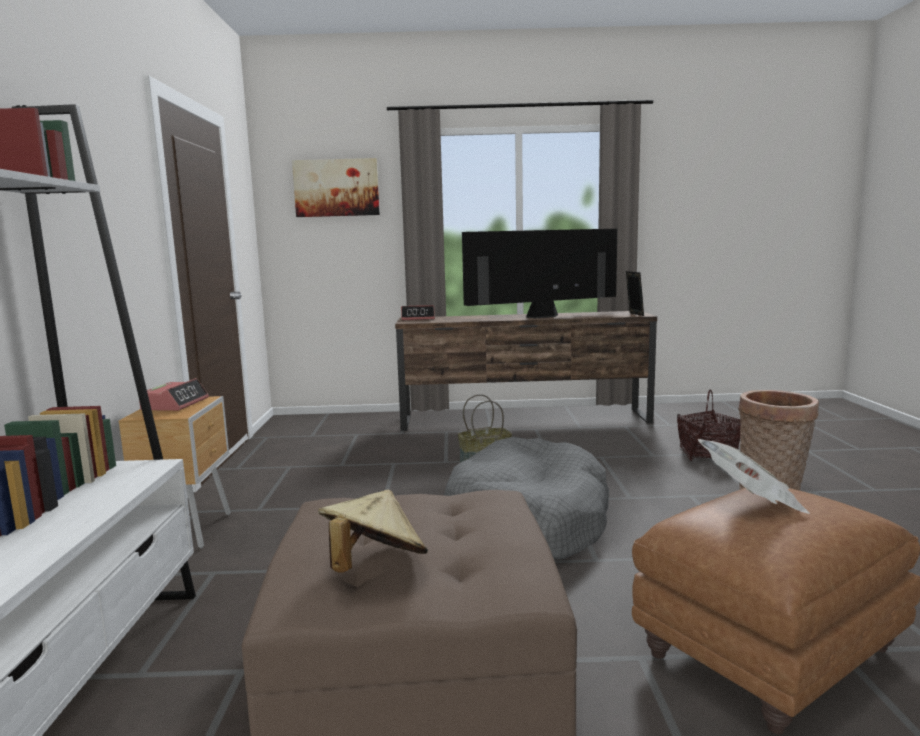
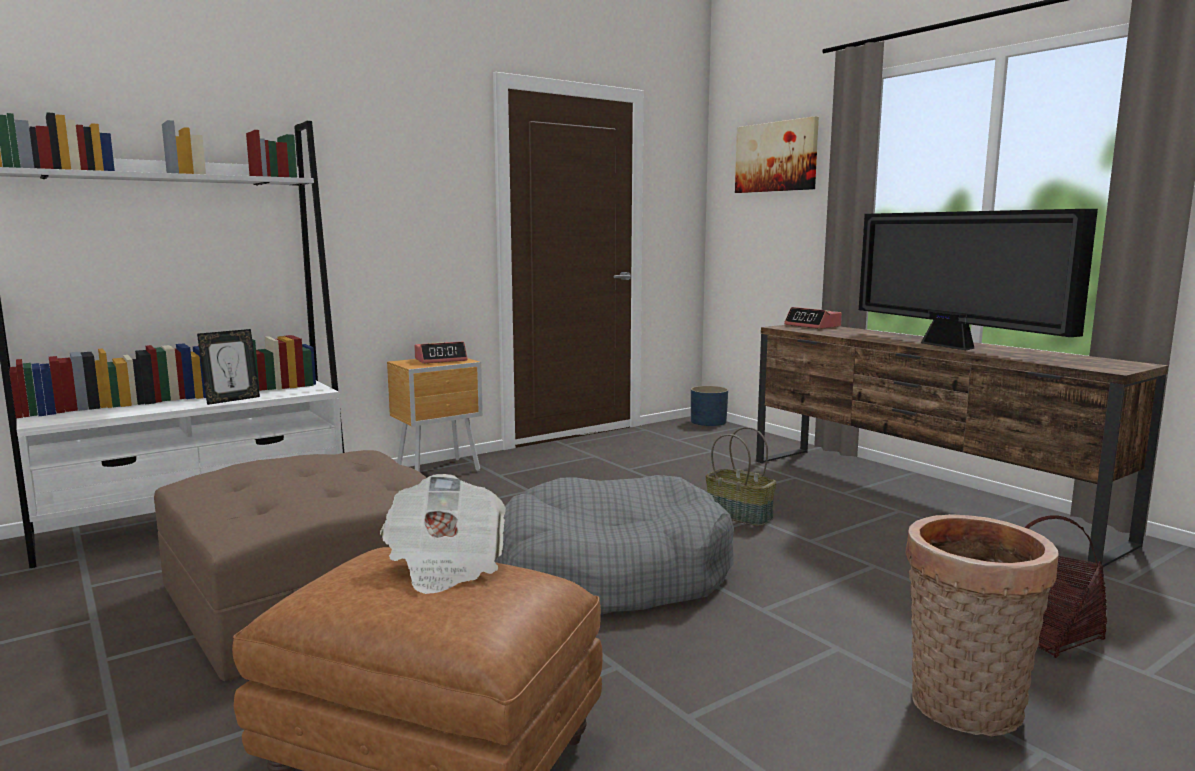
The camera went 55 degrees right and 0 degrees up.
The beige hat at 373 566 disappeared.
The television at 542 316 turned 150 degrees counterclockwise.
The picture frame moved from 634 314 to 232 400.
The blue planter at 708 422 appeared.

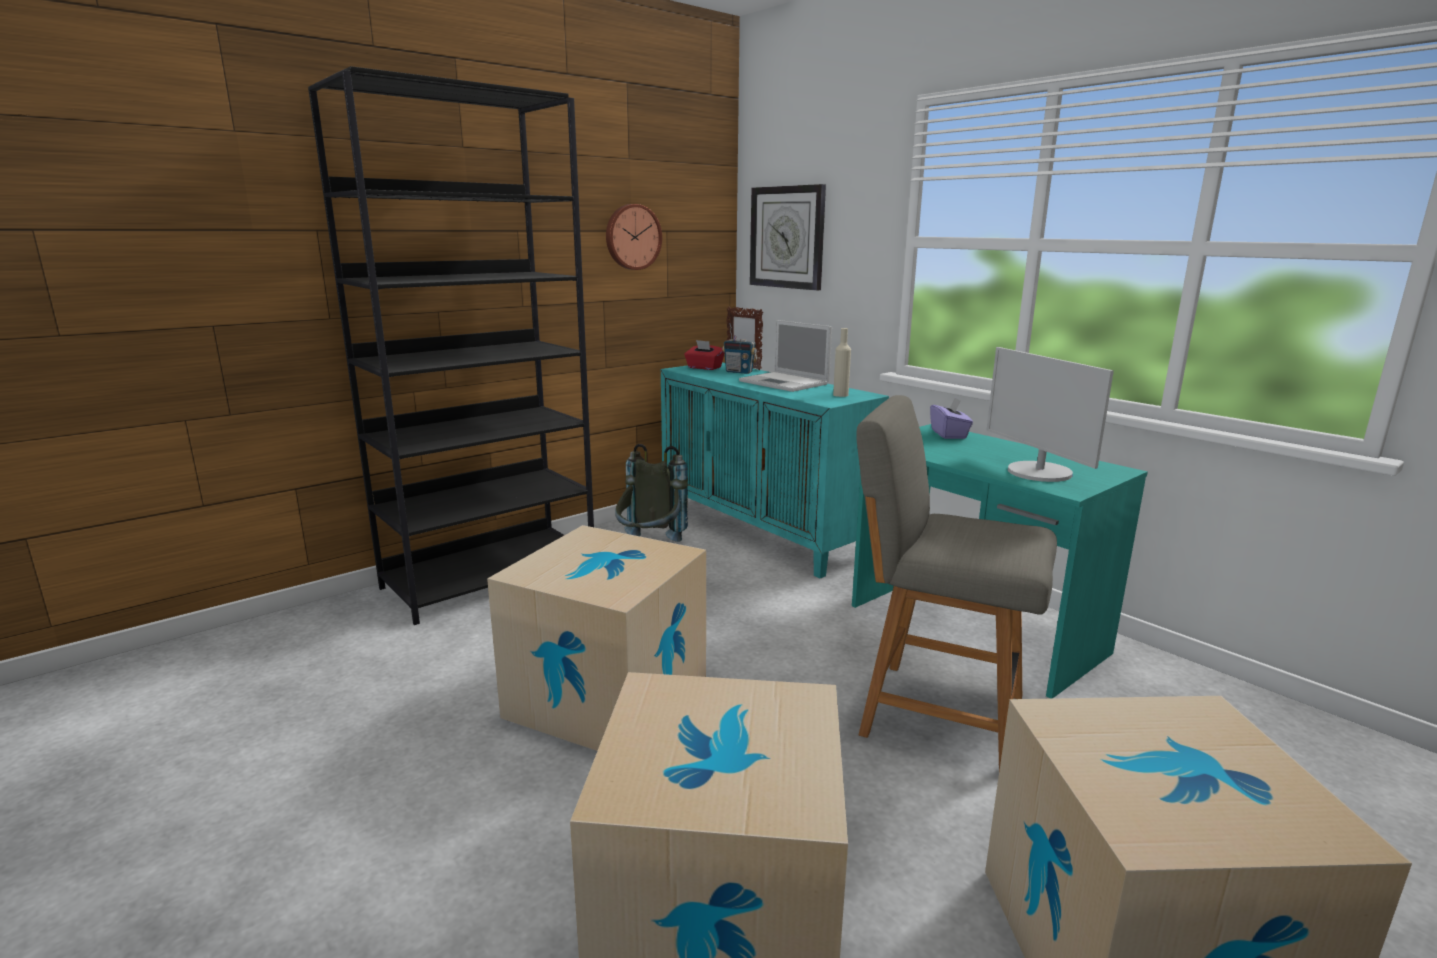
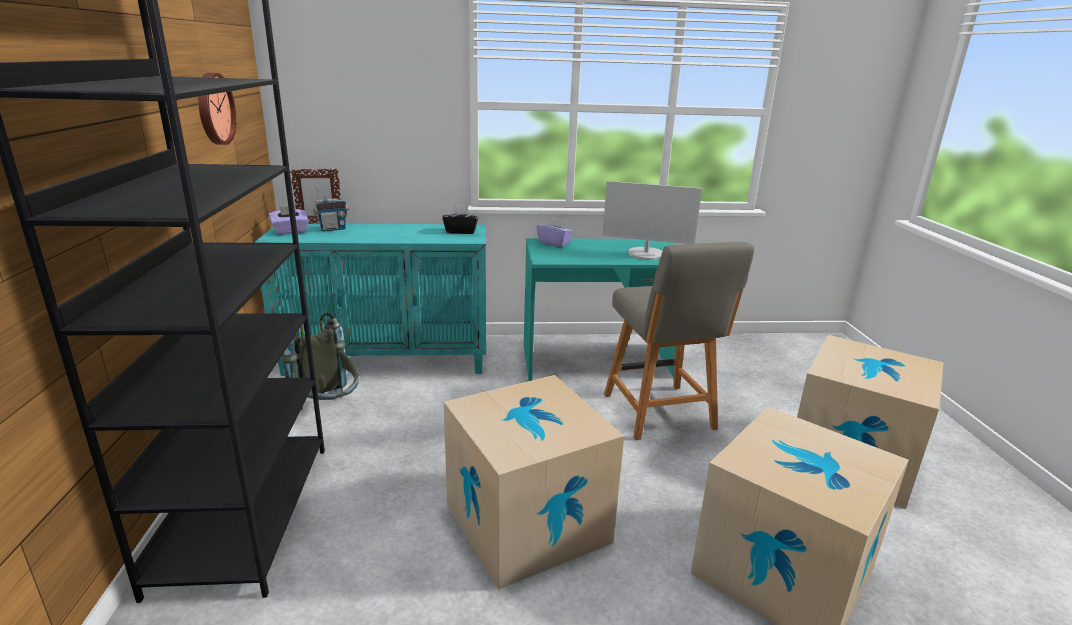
The camera went 55 degrees left and 5 degrees up.
The red tissue box at 704 368 became the purple tissue box at 290 232.
The laptop at 785 383 disappeared.
The wall clock at 787 237 disappeared.
The beige bottle at 840 395 was replaced by the black tissue box at 461 231.
The grey chair at 935 713 turned 75 degrees counterclockwise.

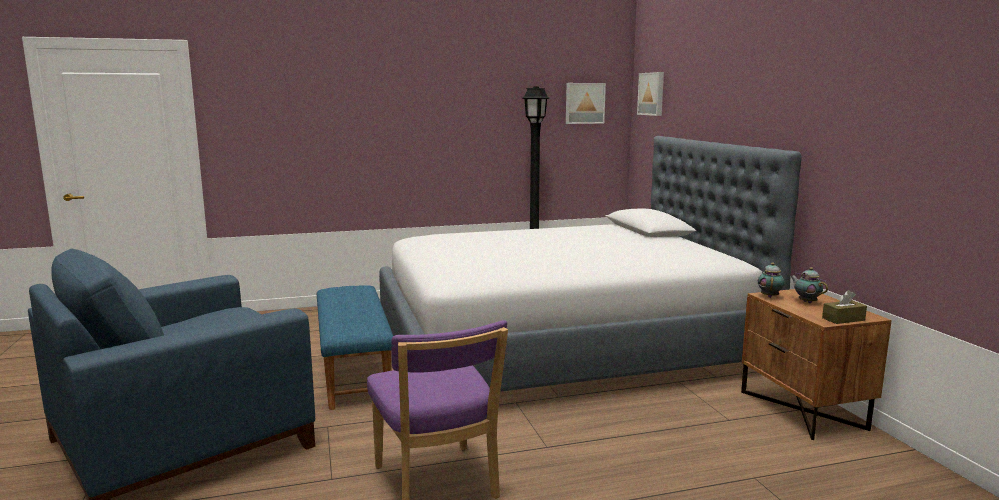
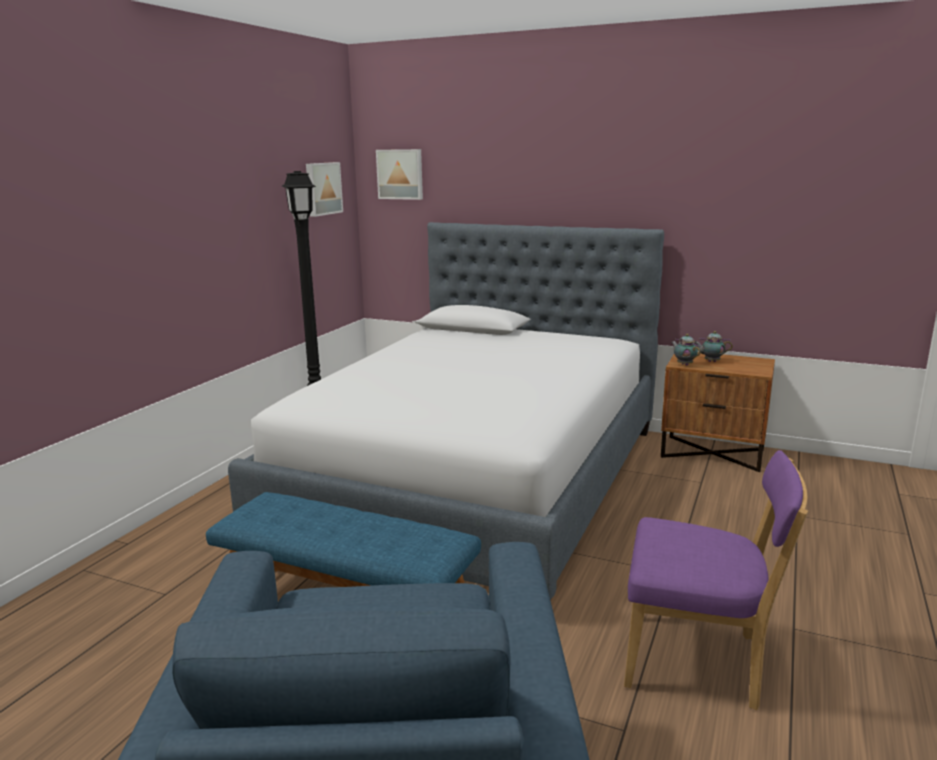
The camera went 50 degrees left and 5 degrees up.
The brown tissue box at 843 319 disappeared.

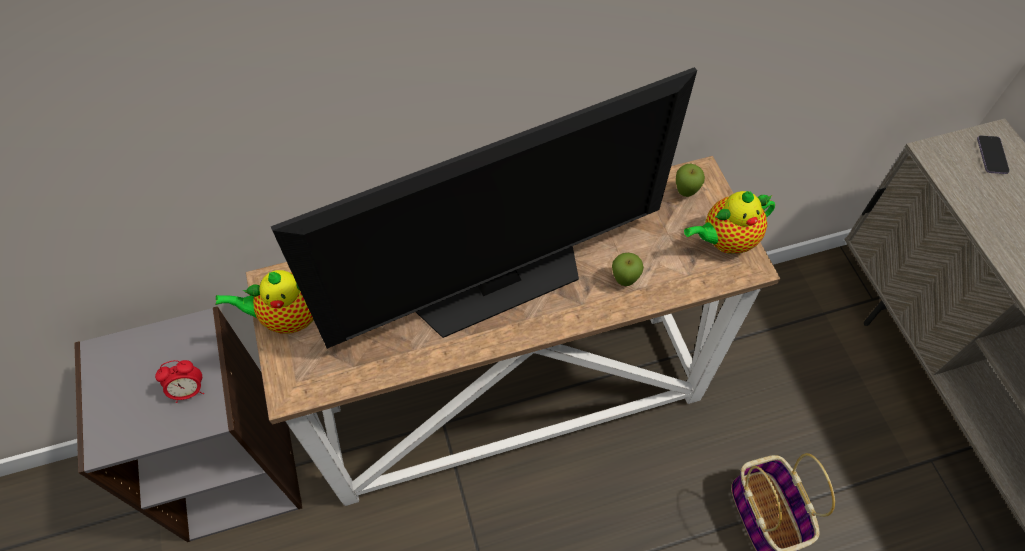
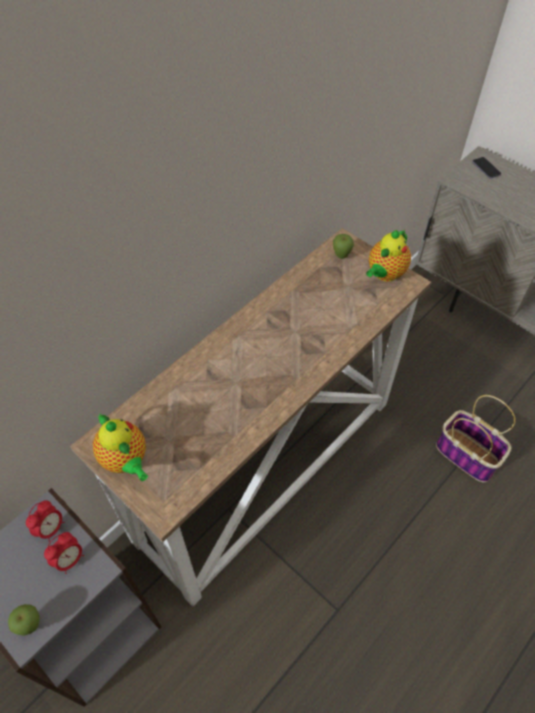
The camera went 30 degrees left and 5 degrees down.
The teapot at 288 317 turned 90 degrees counterclockwise.
The television at 498 282 disappeared.
The apple moved from 624 281 to 31 625.
The alarm clock at 51 528 appeared.

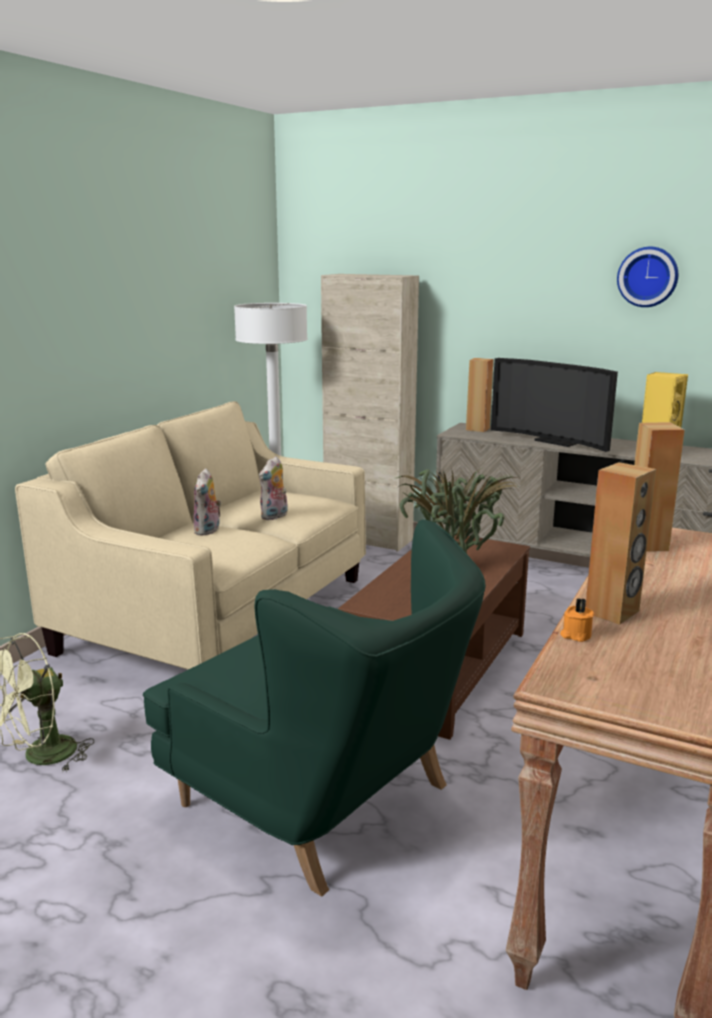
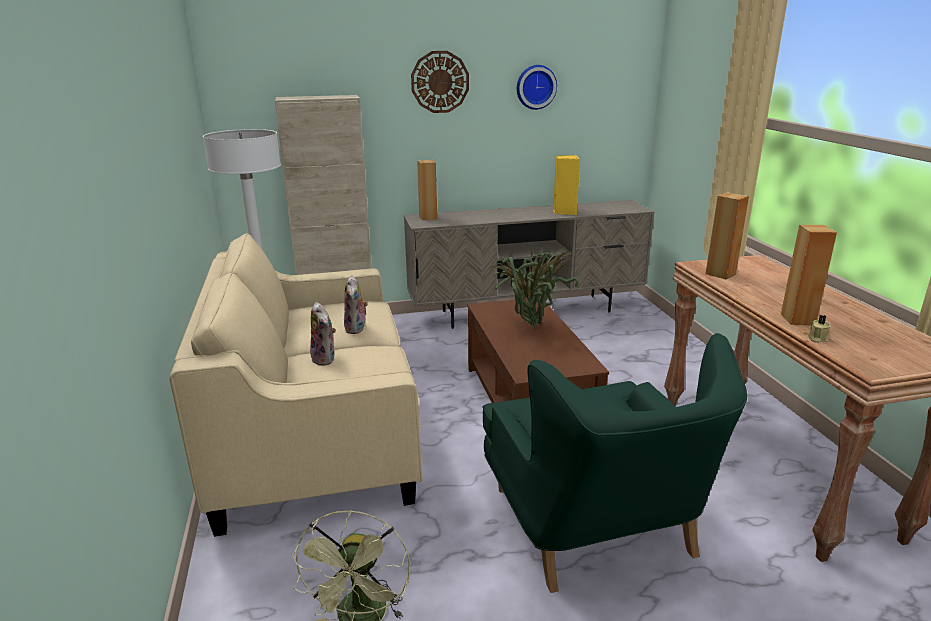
The camera went 40 degrees left and 5 degrees up.
The green armchair at 320 798 turned 75 degrees clockwise.
The television at 556 441 disappeared.
The orange candle at 575 635 became the beige candle at 817 339.
The wall clock at 440 82 appeared.

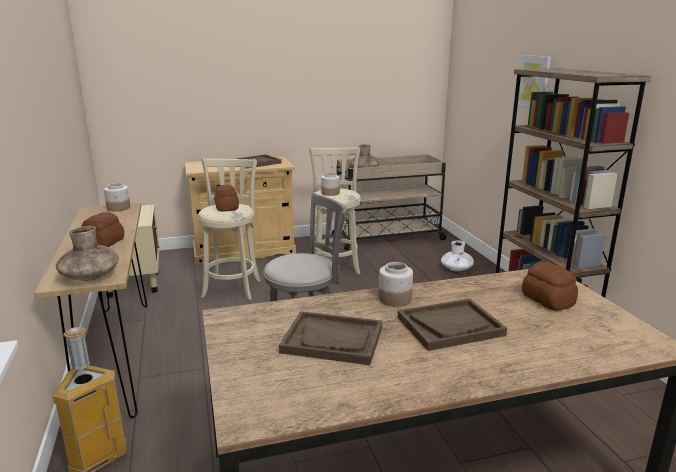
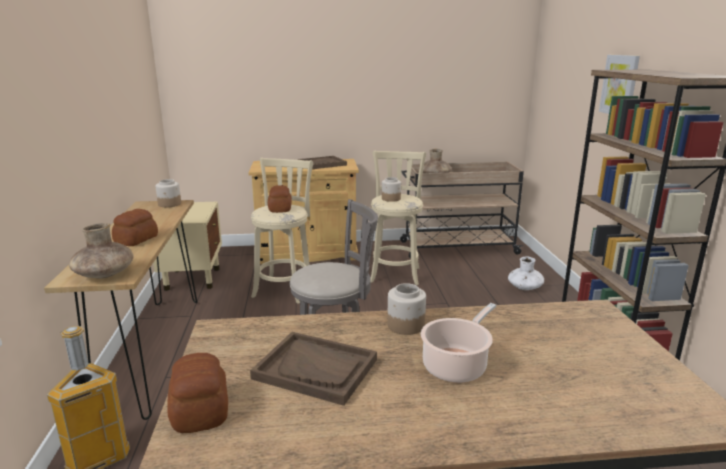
The camera went 10 degrees right and 0 degrees up.
The brown tray at 450 326 was replaced by the cooking pot at 456 365.
The bread moved from 548 300 to 201 409.

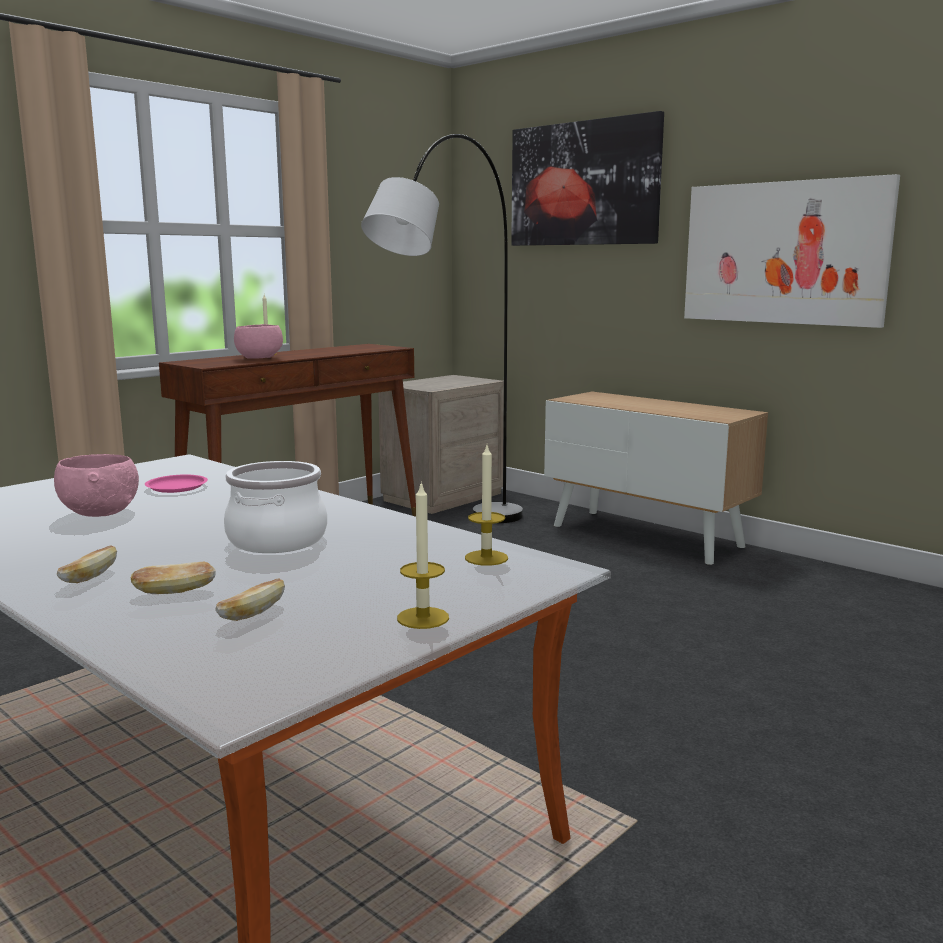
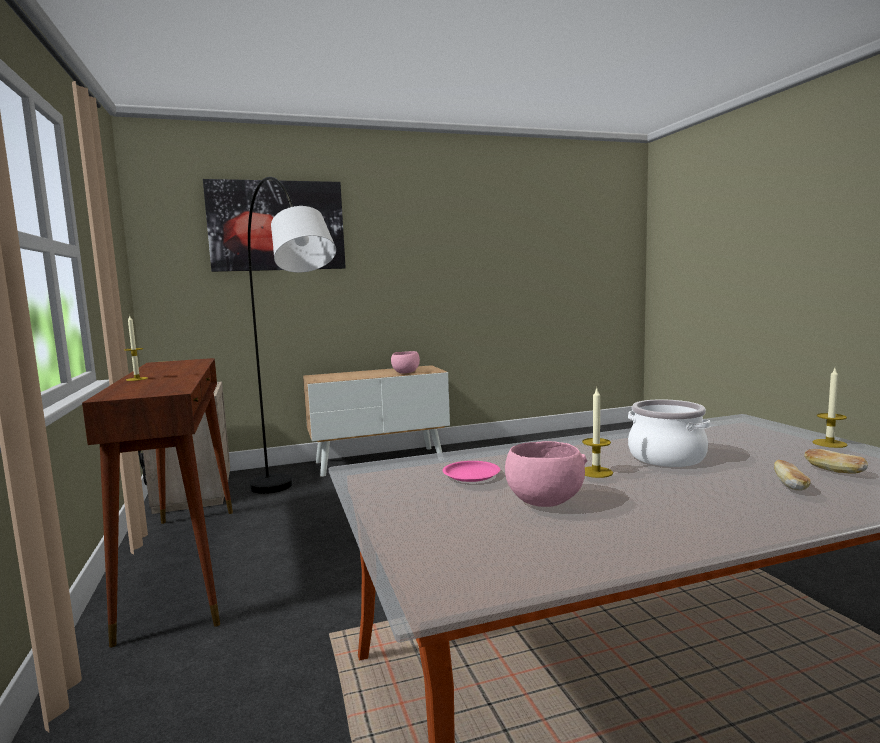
The camera went 60 degrees left and 5 degrees down.
The bread at 89 578 disappeared.
The pink bowl moved from 258 359 to 406 373.
The candle moved from 486 558 to 596 472.
The picture at 784 253 disappeared.

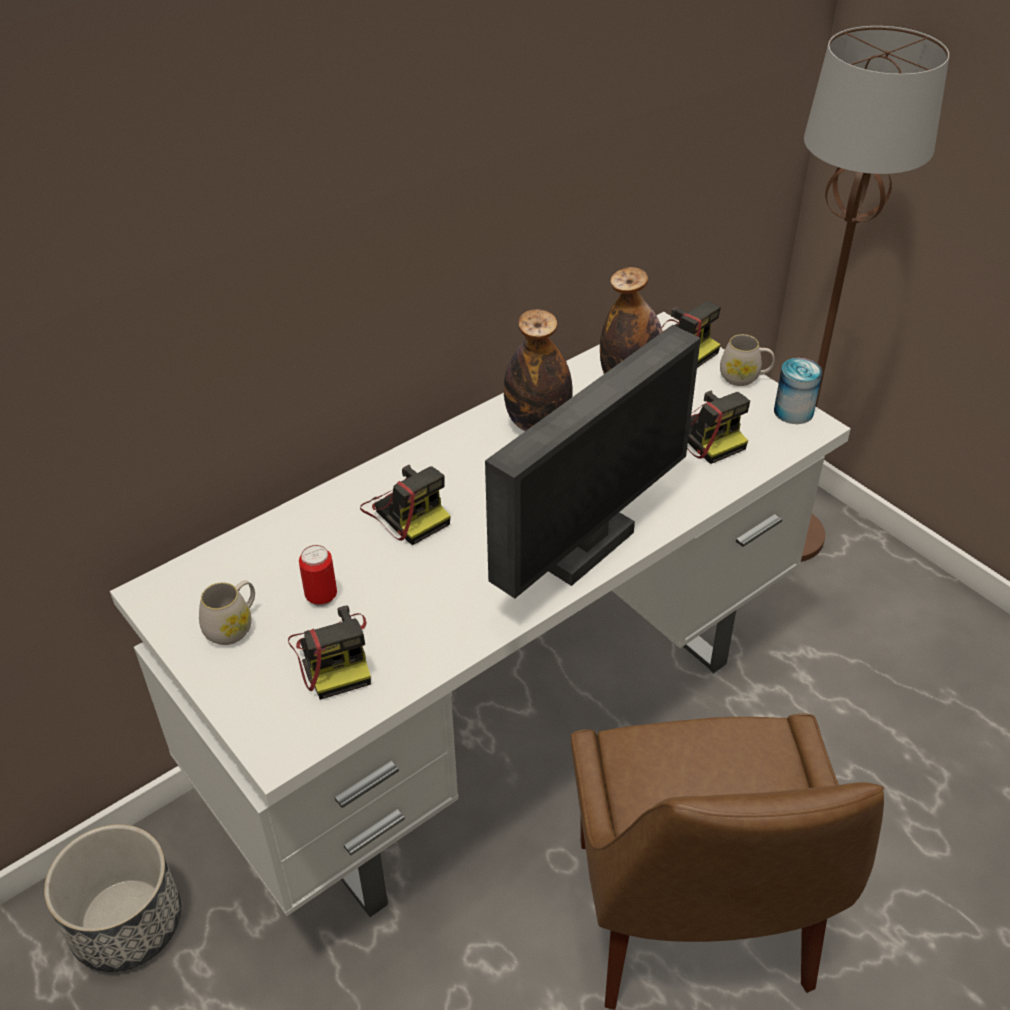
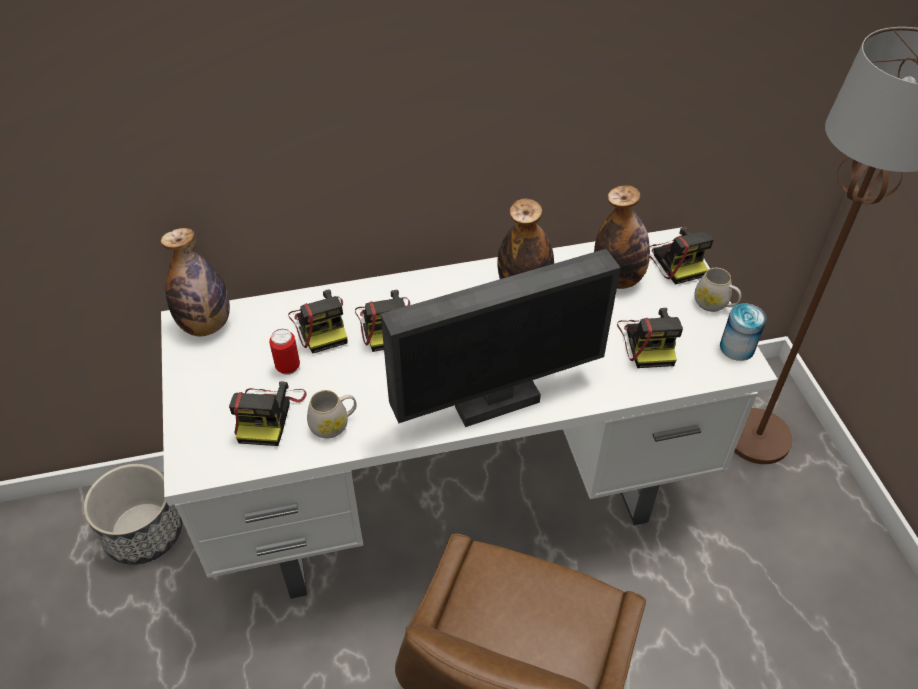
The camera went 25 degrees right and 5 degrees up.
The white mug moved from 233 626 to 334 424.
The bottle at 206 325 appeared.
The photo camera at 321 325 appeared.

